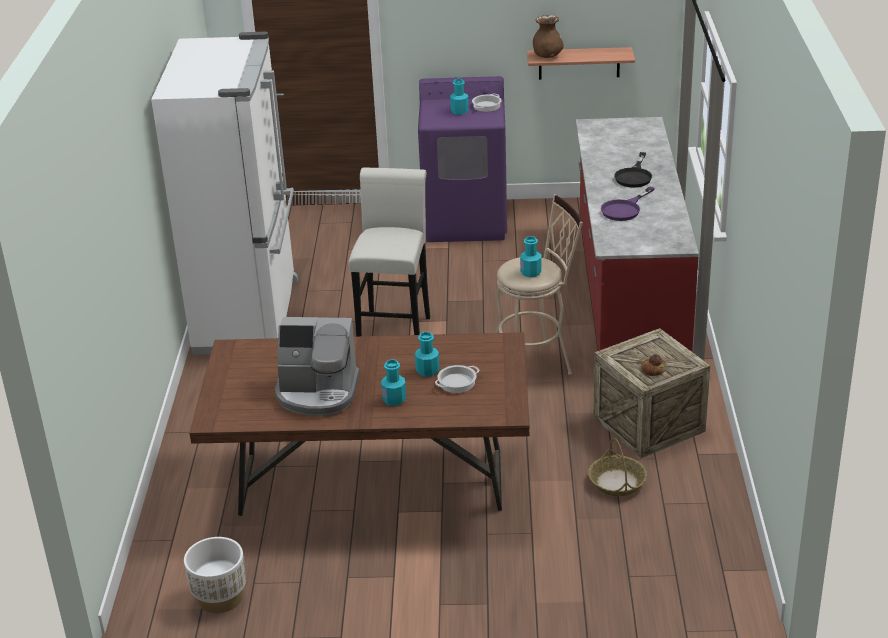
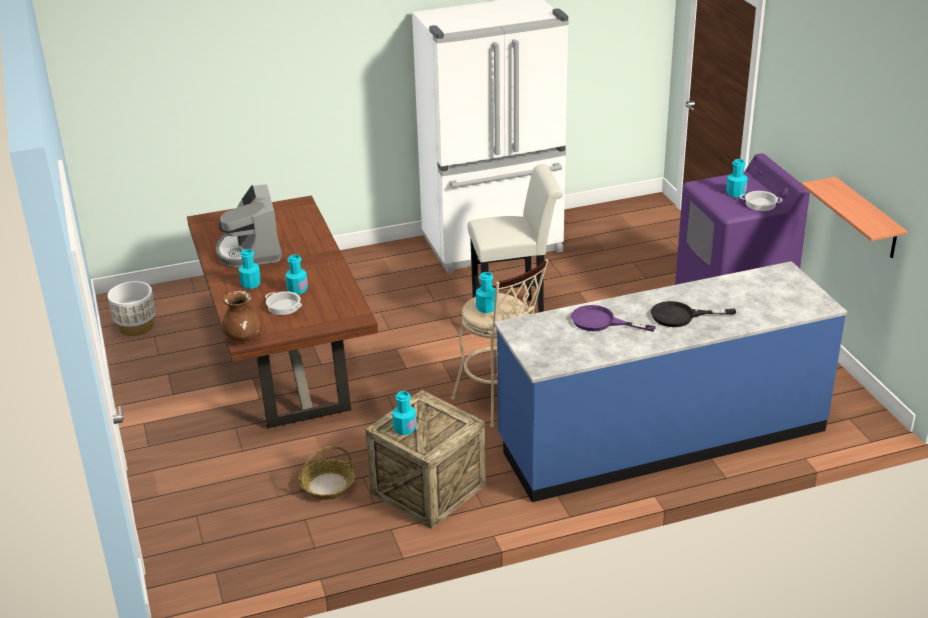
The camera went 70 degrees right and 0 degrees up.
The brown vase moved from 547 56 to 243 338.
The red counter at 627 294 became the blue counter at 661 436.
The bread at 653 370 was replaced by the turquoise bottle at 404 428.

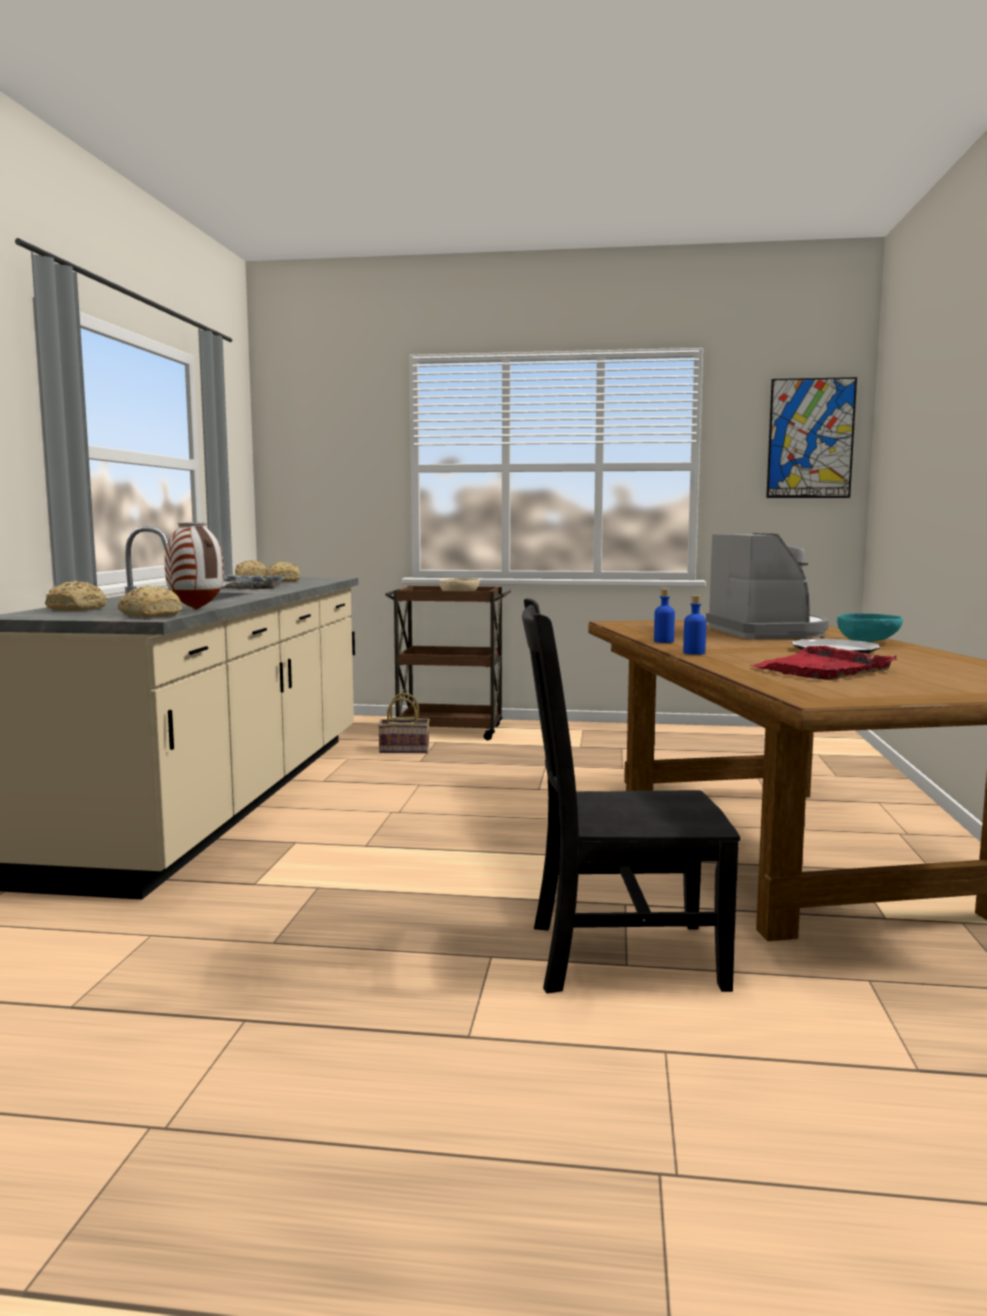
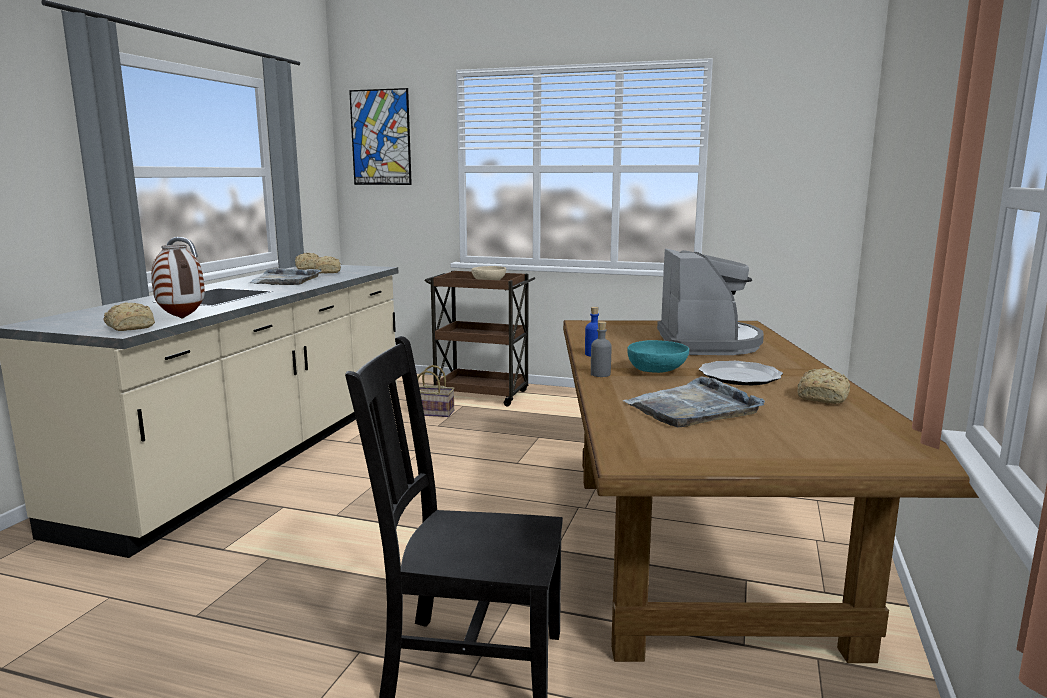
The camera went 10 degrees right and 5 degrees up.
The bread moved from 78 609 to 823 397.
The blue bottle at 694 653 became the grey bottle at 600 374.
The red tray at 822 669 became the grey tray at 693 407.
The picture moved from 810 438 to 381 137.
The turquoise bowl moved from 868 642 to 657 372.

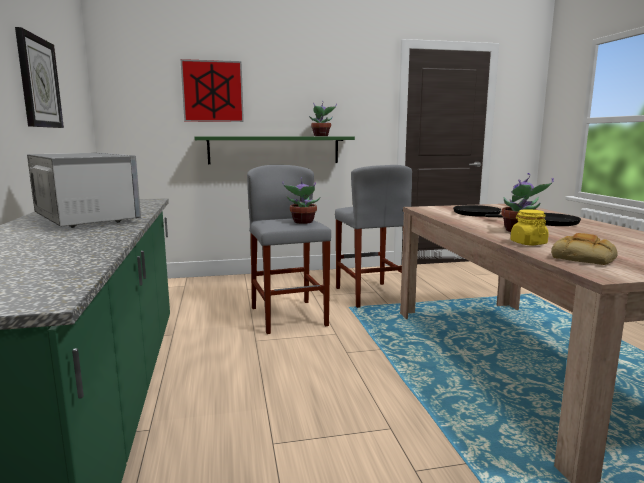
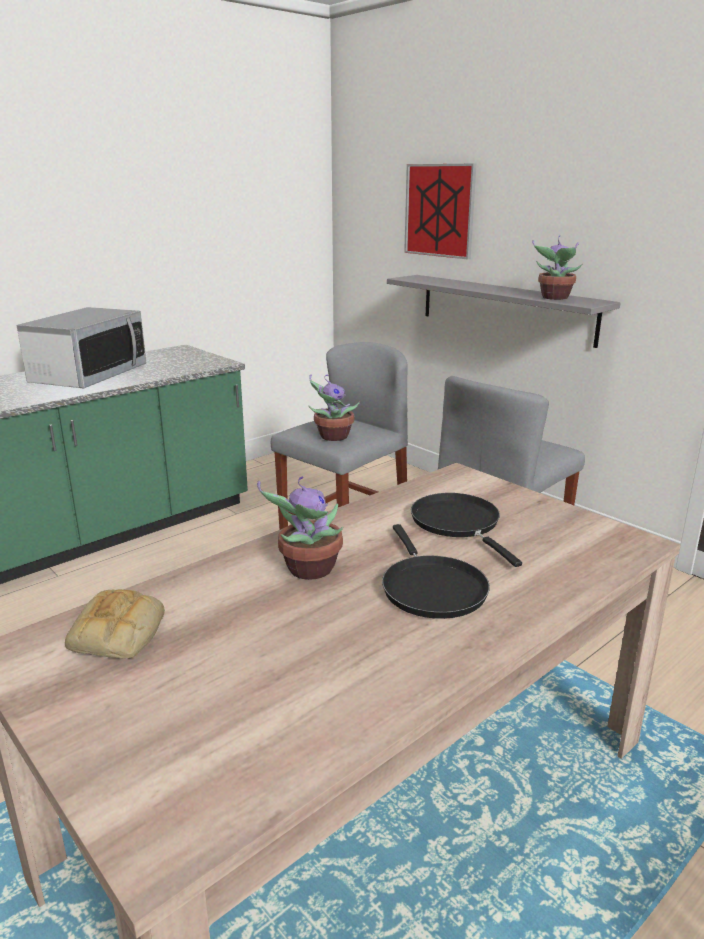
The camera went 60 degrees right and 10 degrees up.
The wall clock at 39 82 disappeared.
The green shelf at 274 150 became the grey shelf at 505 308.
The yellow jar at 528 243 disappeared.

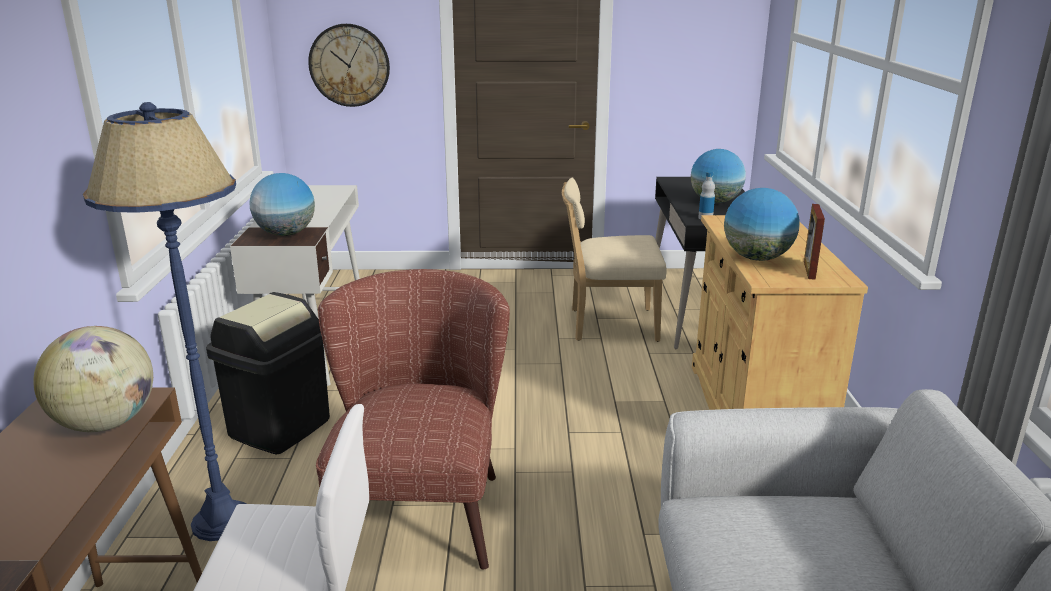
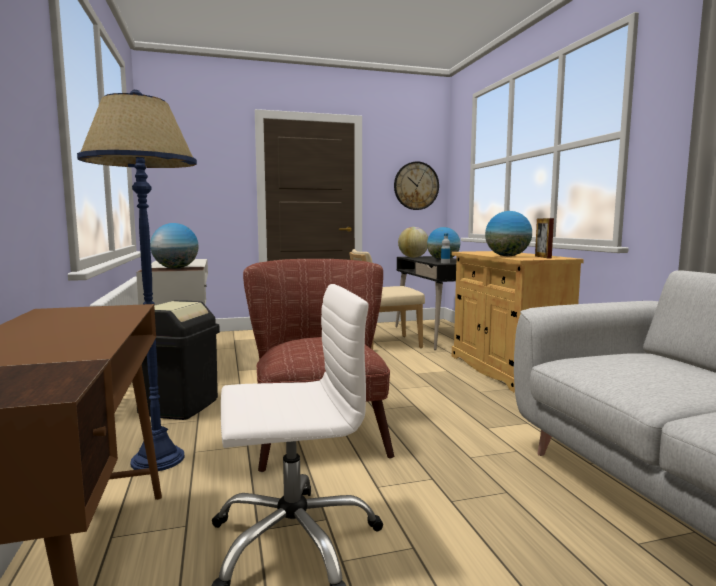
The camera went 15 degrees left and 15 degrees down.
The globe moved from 106 423 to 413 257.
The wall clock moved from 349 65 to 416 186.

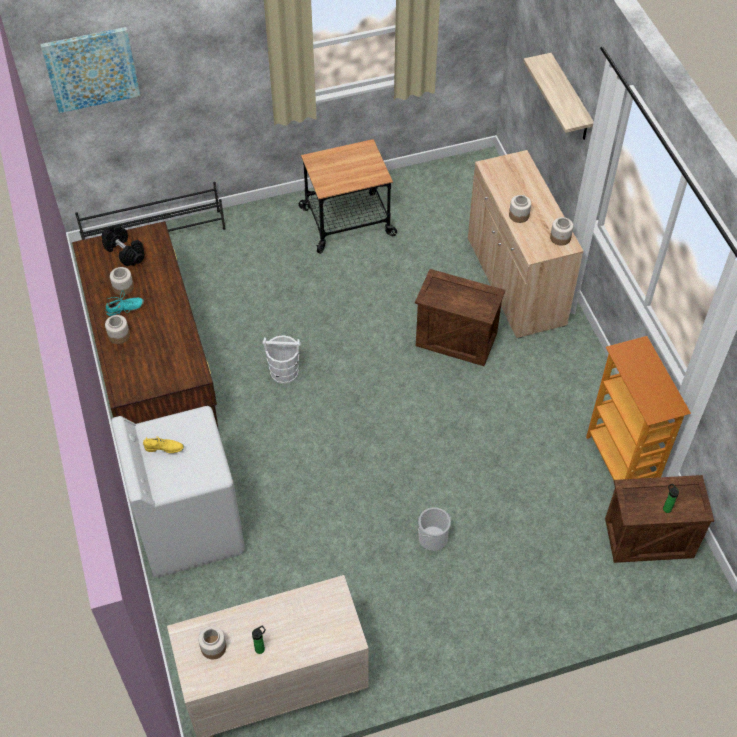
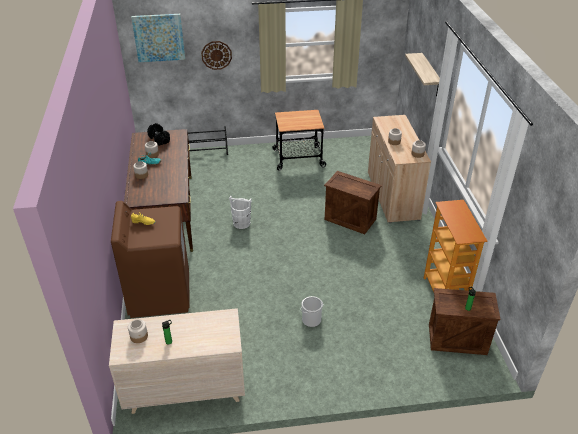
The camera went 10 degrees right and 15 degrees down.
The white washing machine at 189 527 became the brown washing machine at 159 294.
The wall clock at 216 55 appeared.

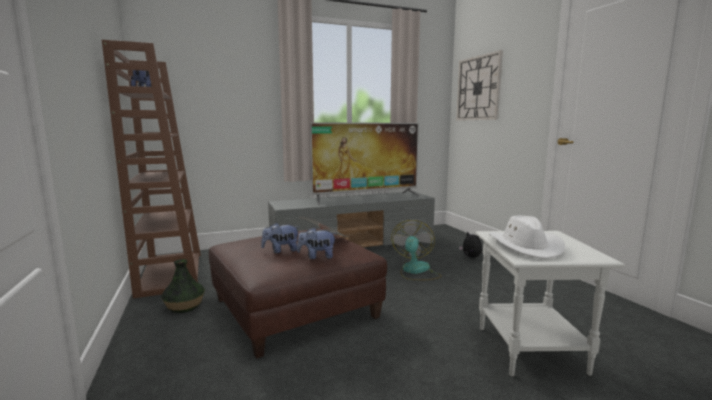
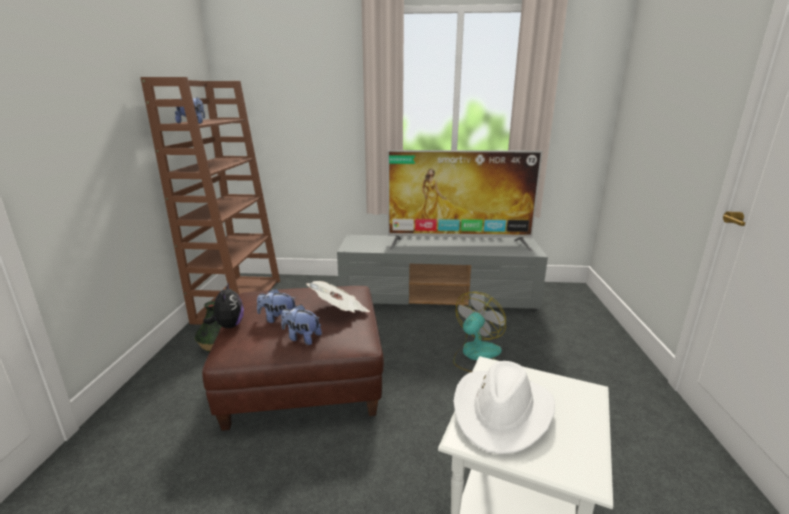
The camera went 25 degrees right and 10 degrees up.
The wall clock at 478 88 disappeared.
The plush toy moved from 470 257 to 228 326.

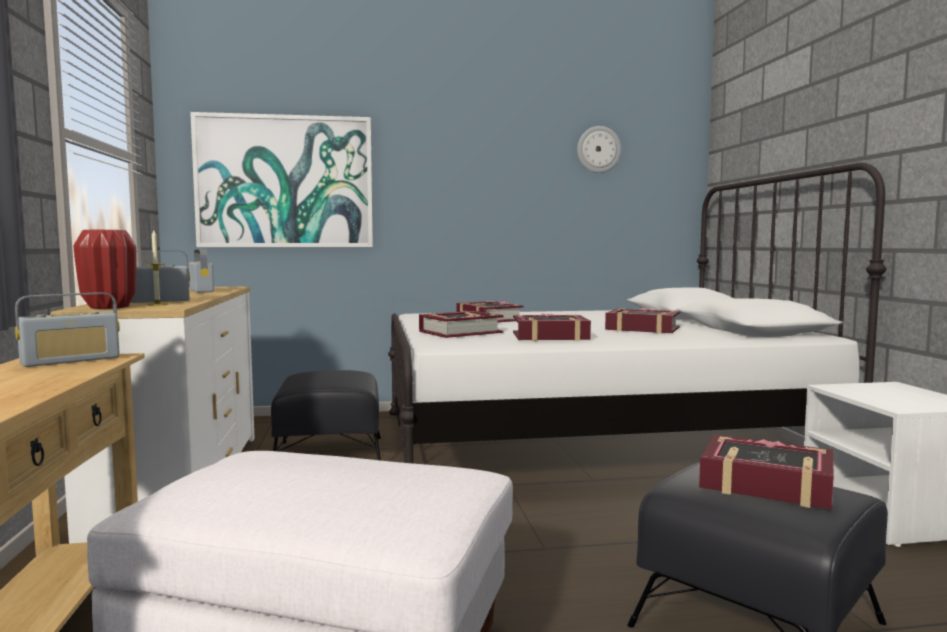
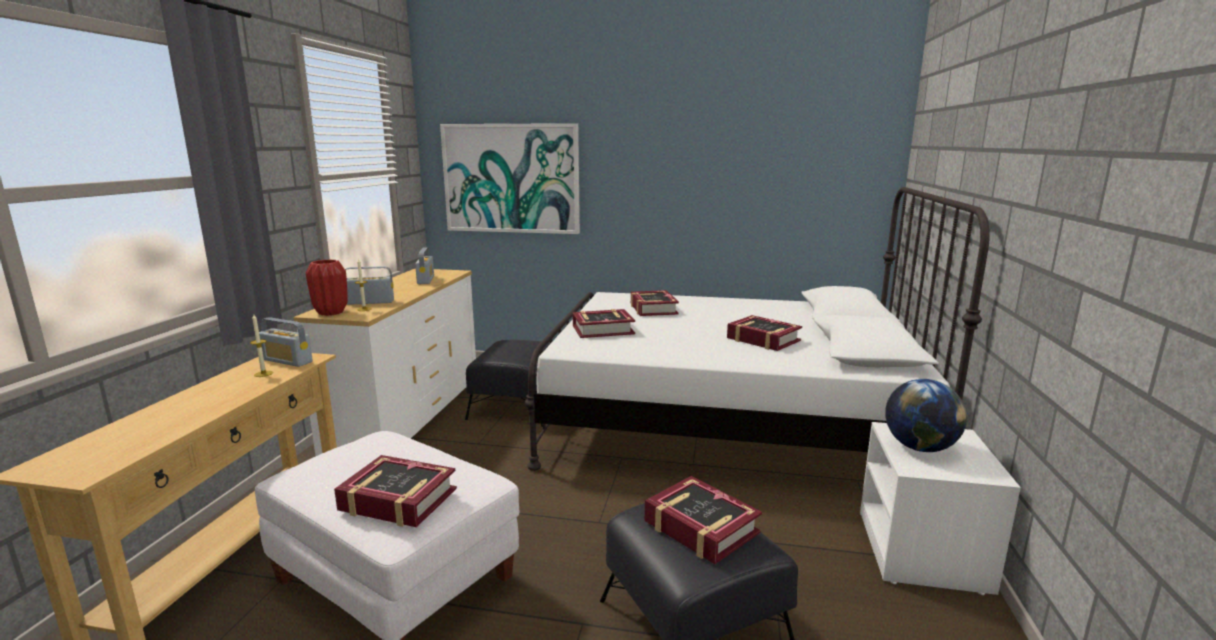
The camera went 20 degrees right and 10 degrees up.
The radio at 71 360 turned 45 degrees clockwise.
The book moved from 550 336 to 398 500.
The wall clock at 598 149 disappeared.
The candle at 263 374 appeared.
The globe at 919 447 appeared.

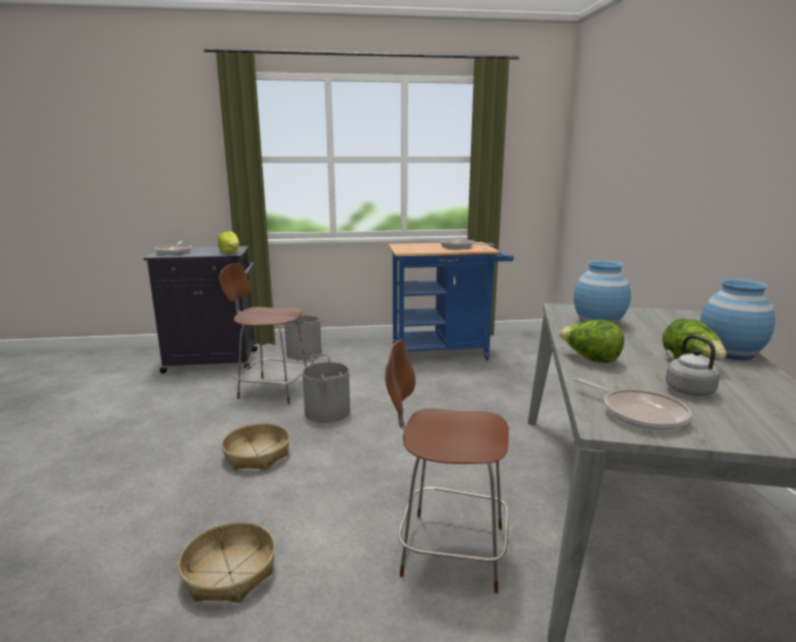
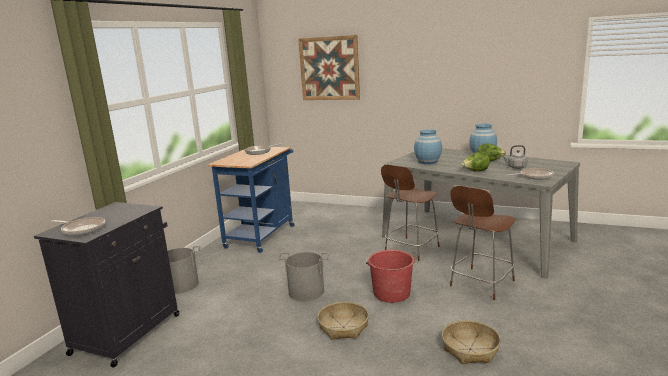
The camera went 60 degrees left and 0 degrees up.
The lettuce at 230 253 disappeared.
The brown chair moved from 272 389 to 410 249.
The picture at 329 68 appeared.
The red bucket at 391 293 appeared.

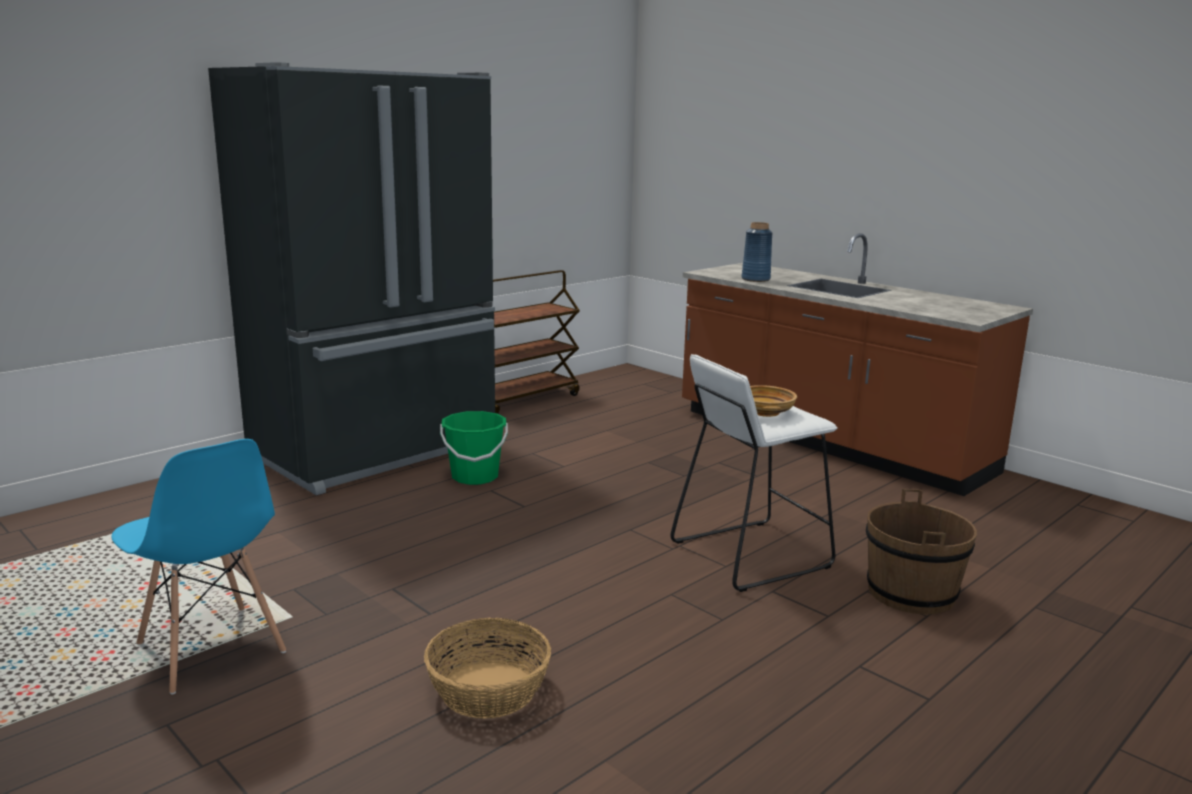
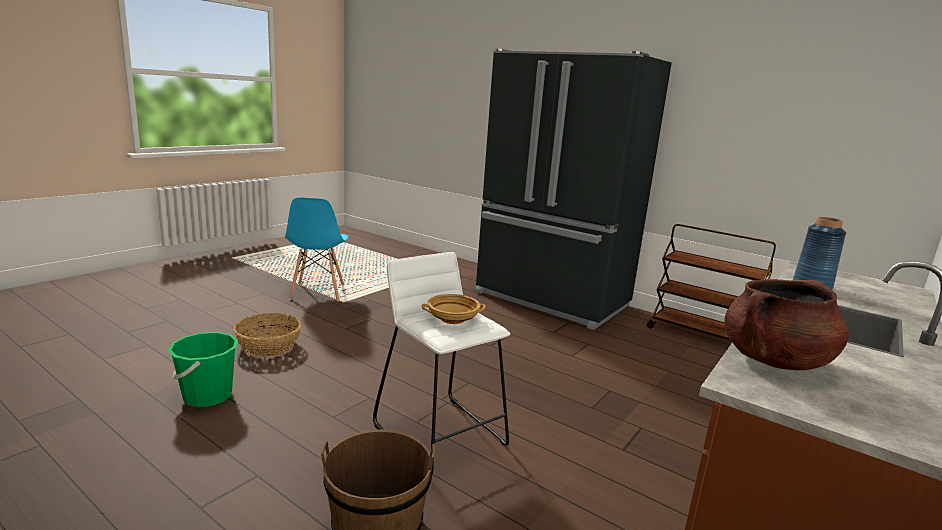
The camera went 80 degrees right and 0 degrees up.
The blue chair at 210 649 turned 45 degrees counterclockwise.
The green bucket moved from 475 477 to 208 396.
The brown cooking pot at 774 360 appeared.

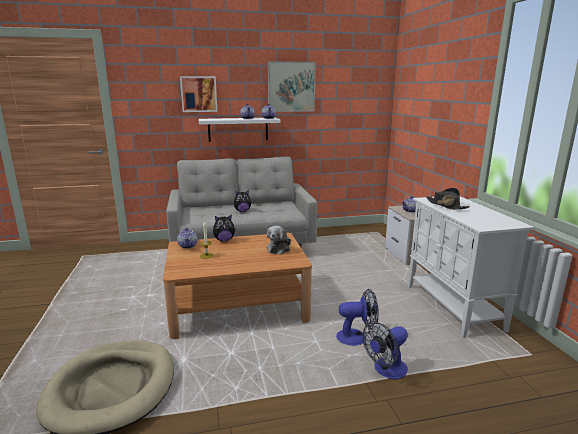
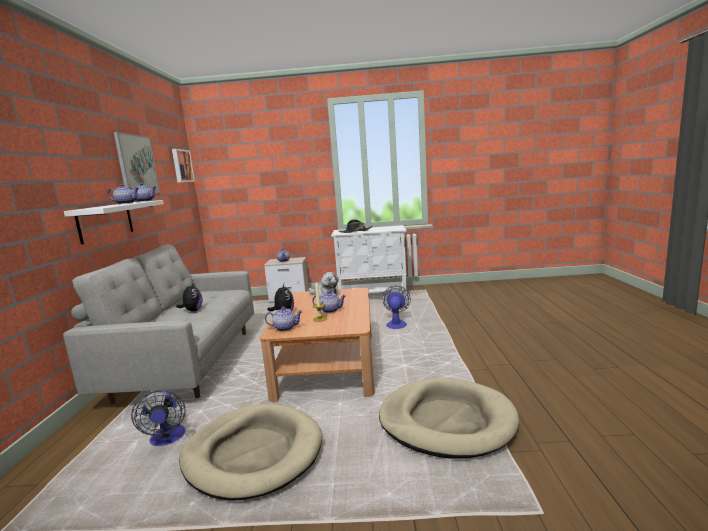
The camera went 75 degrees left and 5 degrees down.
The picture moved from 199 94 to 181 166.
The fan moved from 386 370 to 167 439.
The beige dog bed at 253 453 appeared.
The teapot at 330 310 appeared.

